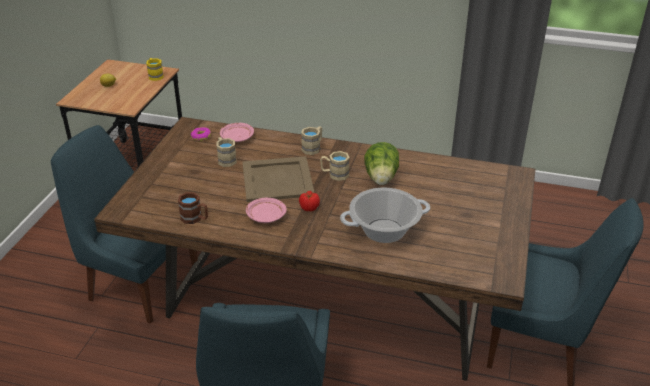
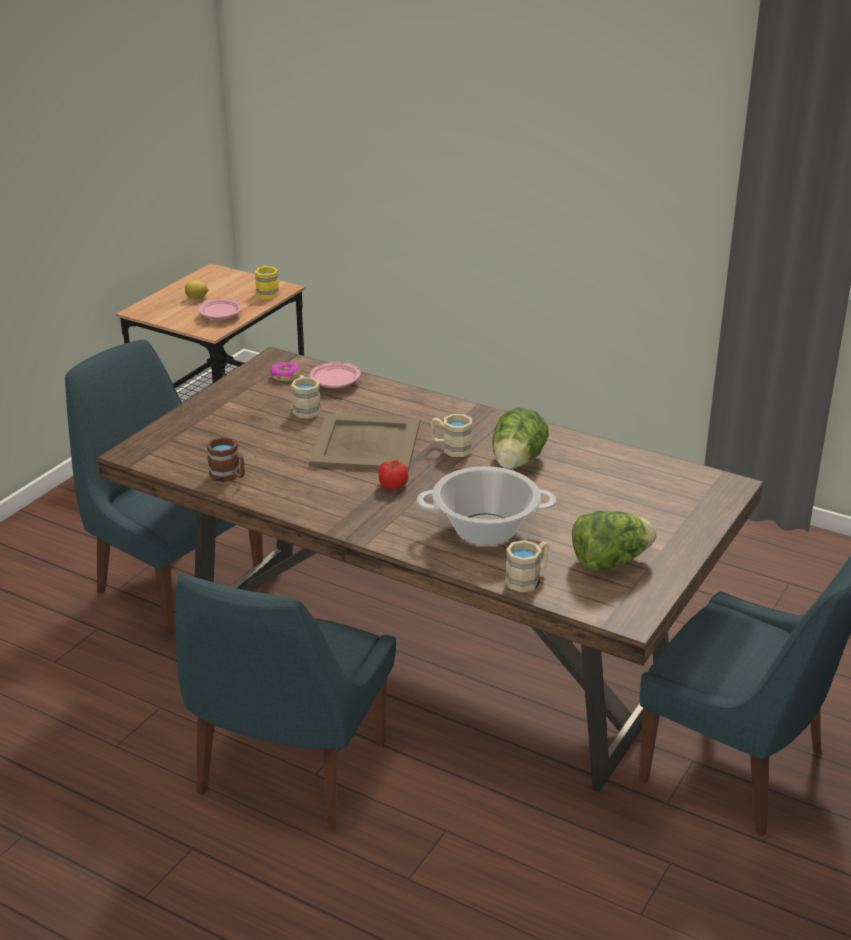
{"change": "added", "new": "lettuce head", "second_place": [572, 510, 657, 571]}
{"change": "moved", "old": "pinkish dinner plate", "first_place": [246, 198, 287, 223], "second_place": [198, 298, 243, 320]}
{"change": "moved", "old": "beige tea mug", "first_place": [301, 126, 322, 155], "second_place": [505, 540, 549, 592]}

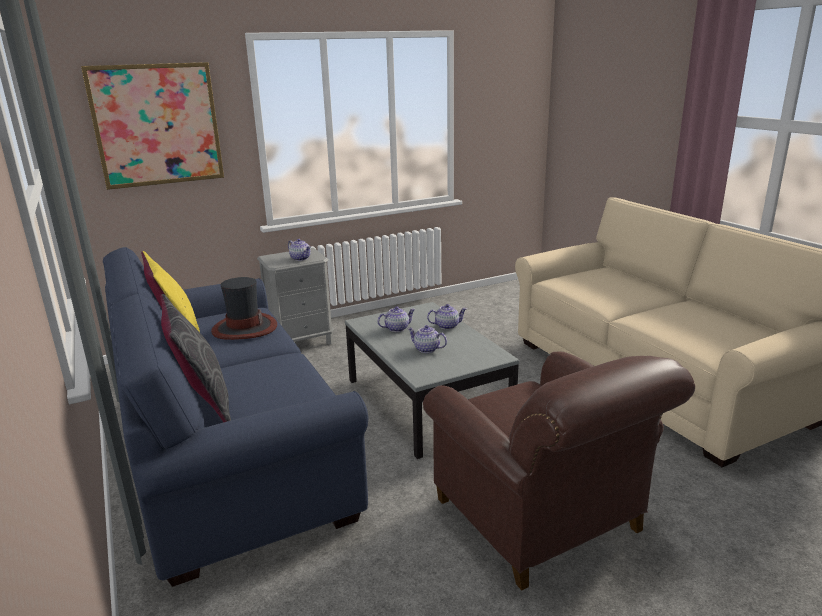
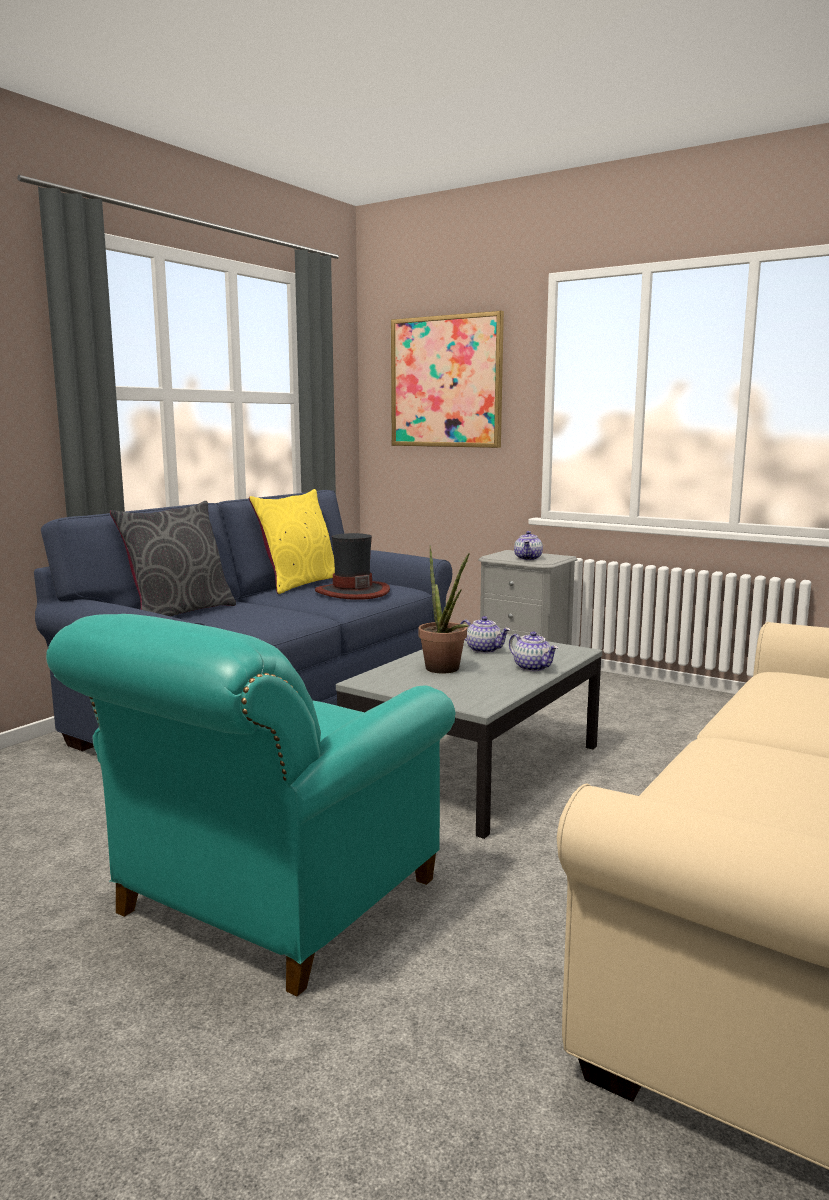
{"change": "replaced", "old": "teapot", "new": "plant in a pot", "first_place": [407, 325, 447, 353], "second_place": [418, 545, 470, 673]}
{"change": "recoloured", "old": "brown easy chair", "new": "turquoise-coloured easy chair", "first_place": [423, 352, 695, 590], "second_place": [46, 614, 456, 997]}

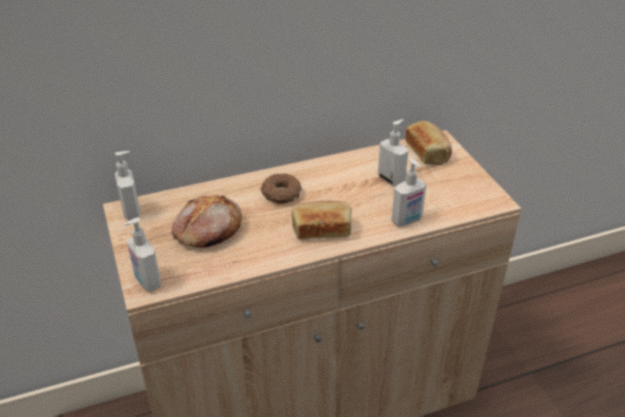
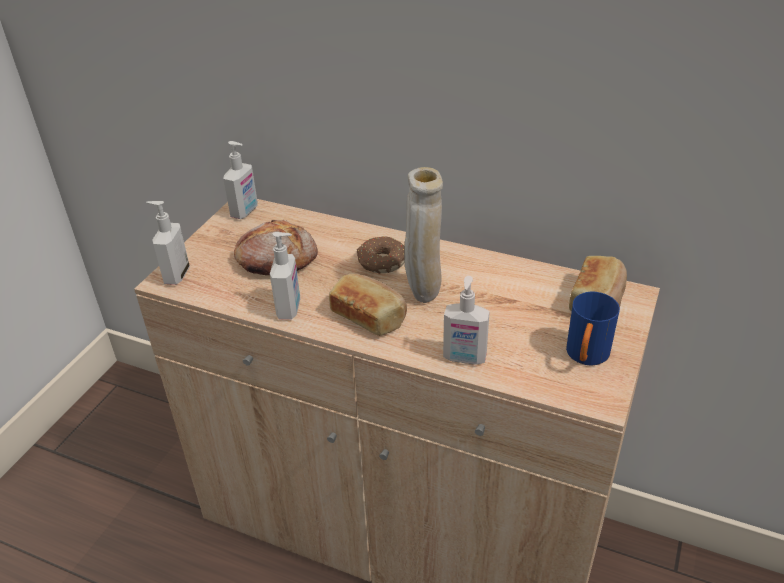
{"change": "added", "new": "beige flower vase", "second_place": [404, 167, 443, 303]}
{"change": "added", "new": "bluish tea mug", "second_place": [566, 292, 620, 366]}
{"change": "moved", "old": "soap bottle", "first_place": [378, 119, 408, 186], "second_place": [270, 232, 300, 319]}

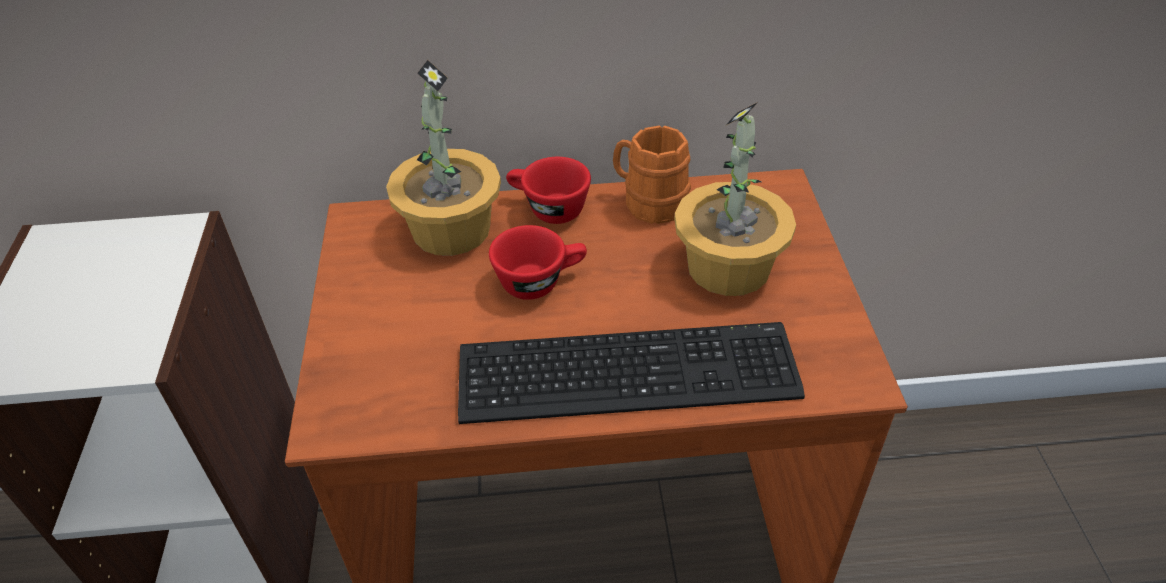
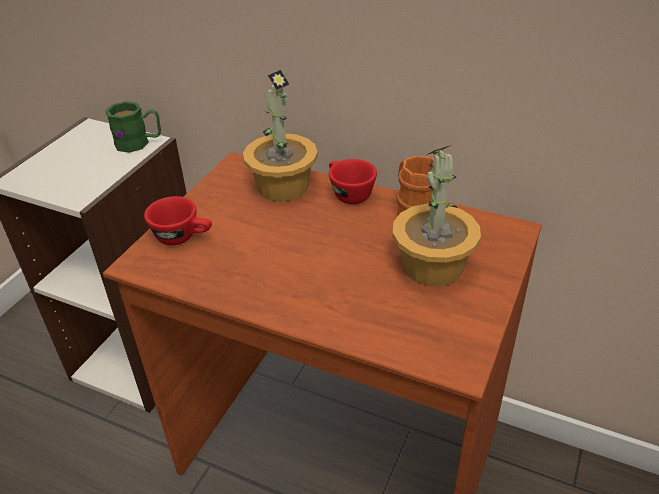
{"change": "removed", "old": "PC keyboard", "first_place": [458, 322, 805, 424]}
{"change": "added", "new": "green-coloured tea mug", "second_place": [105, 101, 161, 153]}
{"change": "moved", "old": "reddish small cup", "first_place": [489, 225, 587, 300], "second_place": [144, 196, 212, 245]}

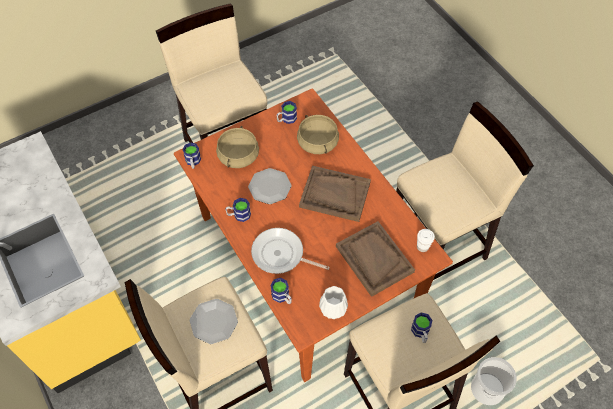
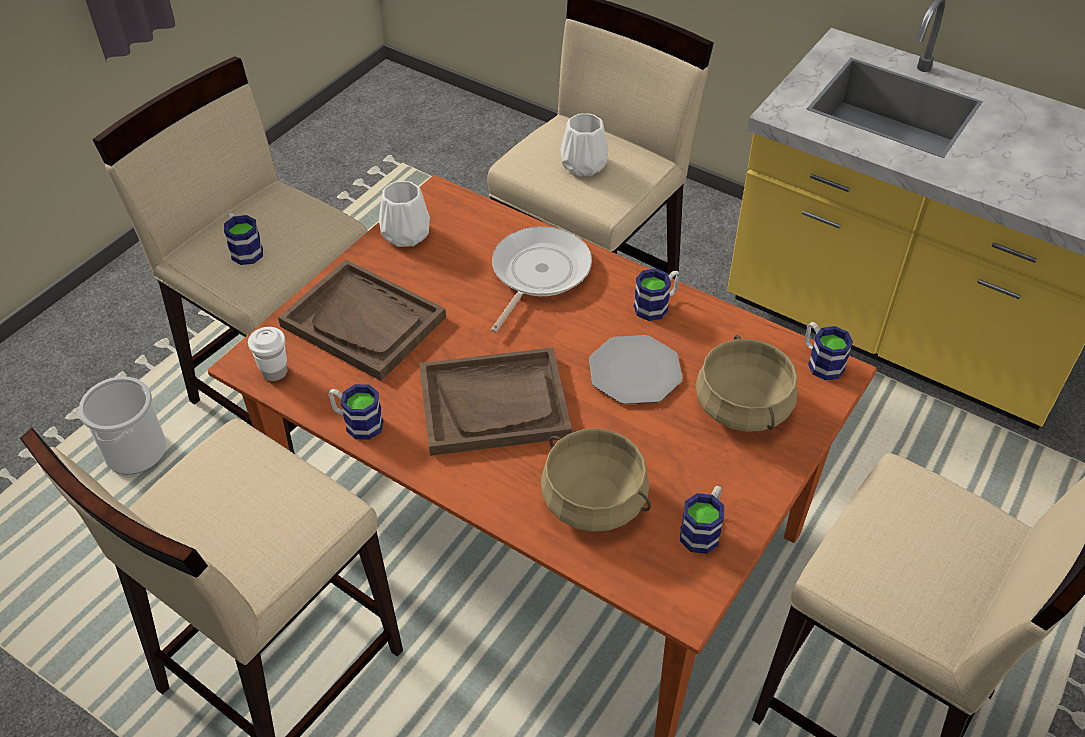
{"change": "moved", "old": "tea mug", "first_place": [270, 278, 292, 304], "second_place": [329, 384, 383, 440]}
{"change": "replaced", "old": "dinner plate", "new": "white flower vase", "first_place": [190, 299, 238, 344], "second_place": [561, 113, 608, 176]}
{"change": "turned", "old": "pan", "first_place": [251, 228, 330, 274], "second_place": [491, 226, 592, 333], "degrees": -60}

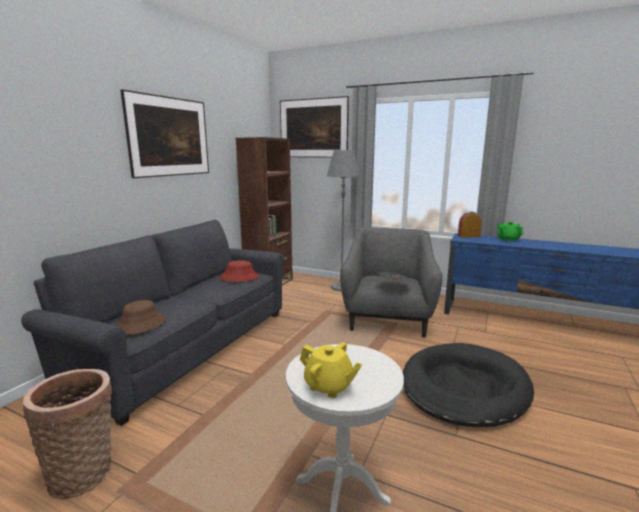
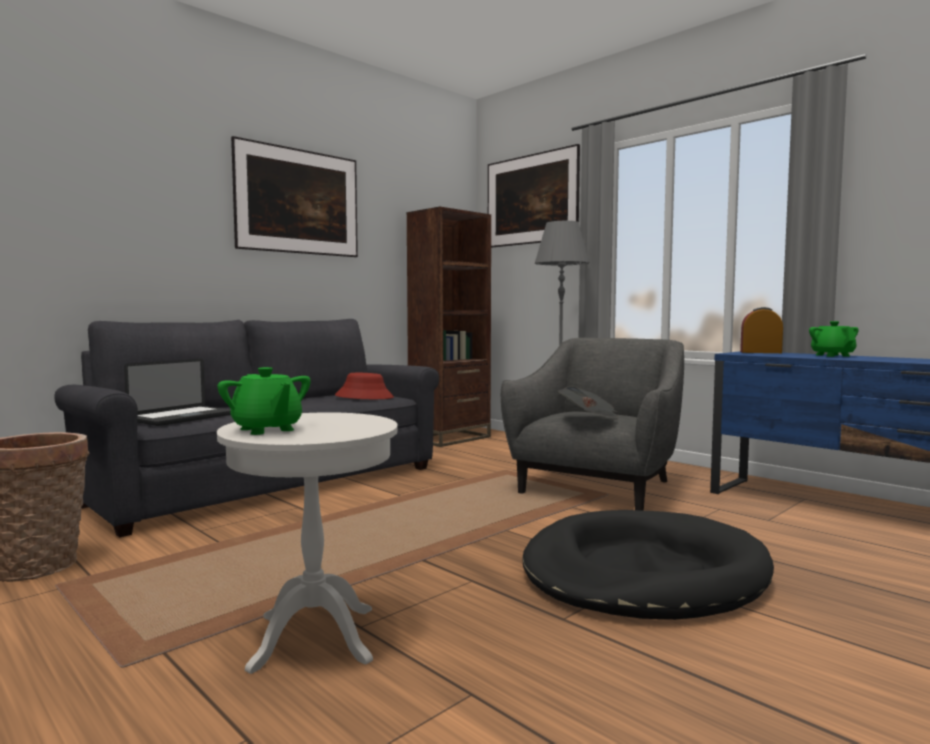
{"change": "replaced", "old": "brown wearable hat", "new": "laptop", "first_place": [116, 300, 165, 335], "second_place": [124, 359, 231, 426]}
{"change": "recoloured", "old": "yellow teapot", "new": "green-coloured teapot", "first_place": [300, 342, 362, 398], "second_place": [217, 367, 311, 435]}

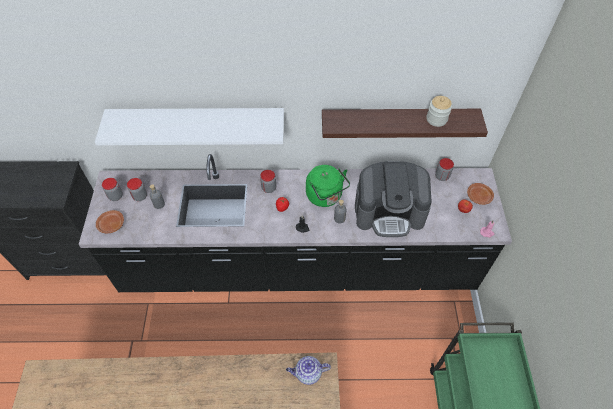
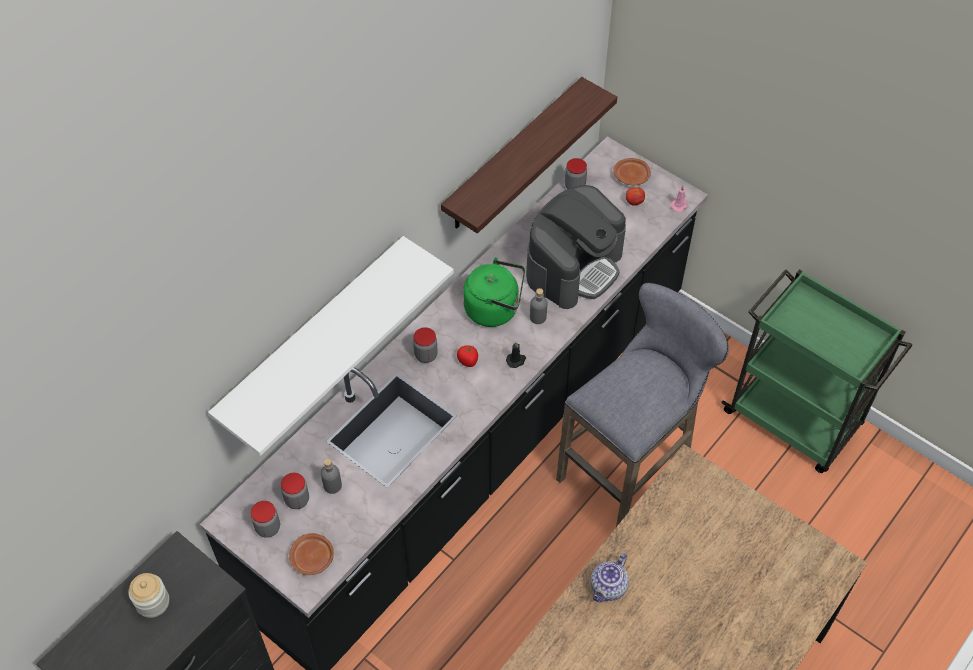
{"change": "added", "new": "greyish stool seat", "second_place": [556, 283, 729, 527]}
{"change": "moved", "old": "teapot", "first_place": [286, 356, 331, 385], "second_place": [591, 553, 629, 602]}
{"change": "moved", "old": "storage jar", "first_place": [427, 96, 452, 127], "second_place": [128, 573, 169, 618]}

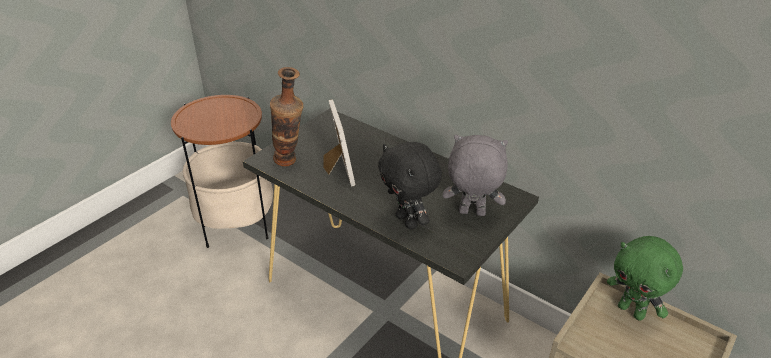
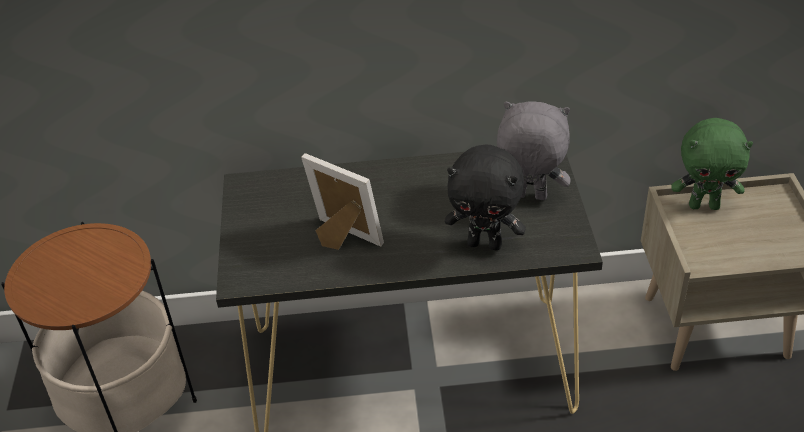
{"change": "removed", "old": "flower vase", "first_place": [270, 67, 303, 166]}
{"change": "turned", "old": "greyish plush toy", "first_place": [443, 135, 508, 216], "second_place": [497, 101, 571, 200], "degrees": 45}

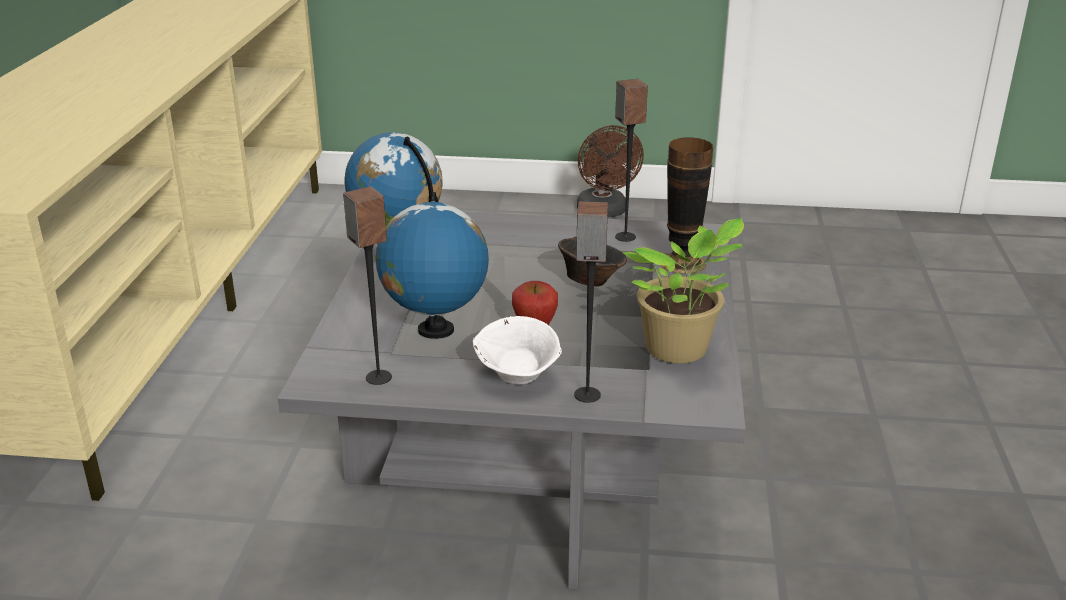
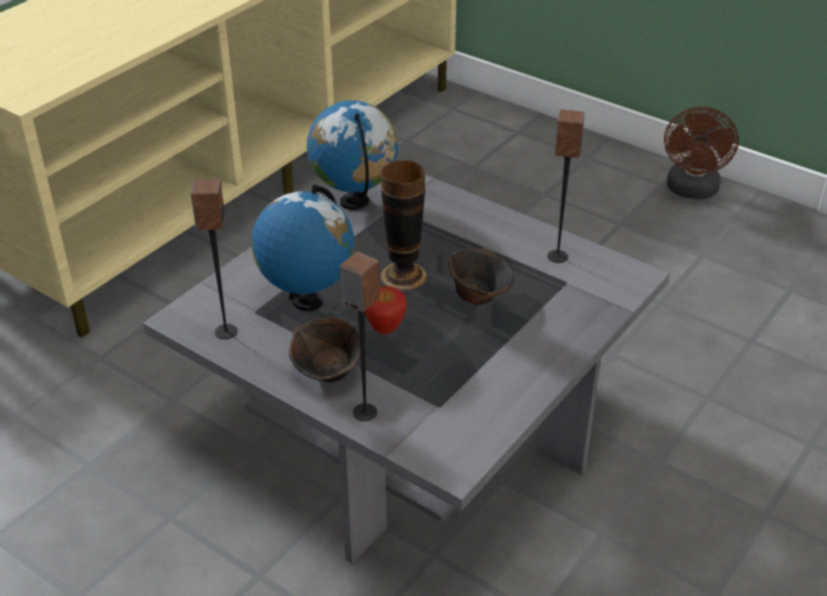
{"change": "removed", "old": "plant in a pot", "first_place": [622, 217, 744, 364]}
{"change": "moved", "old": "flower vase", "first_place": [660, 137, 713, 274], "second_place": [381, 160, 427, 290]}
{"change": "recoloured", "old": "white serving bowl", "new": "brown serving bowl", "first_place": [473, 316, 562, 384], "second_place": [289, 317, 361, 382]}

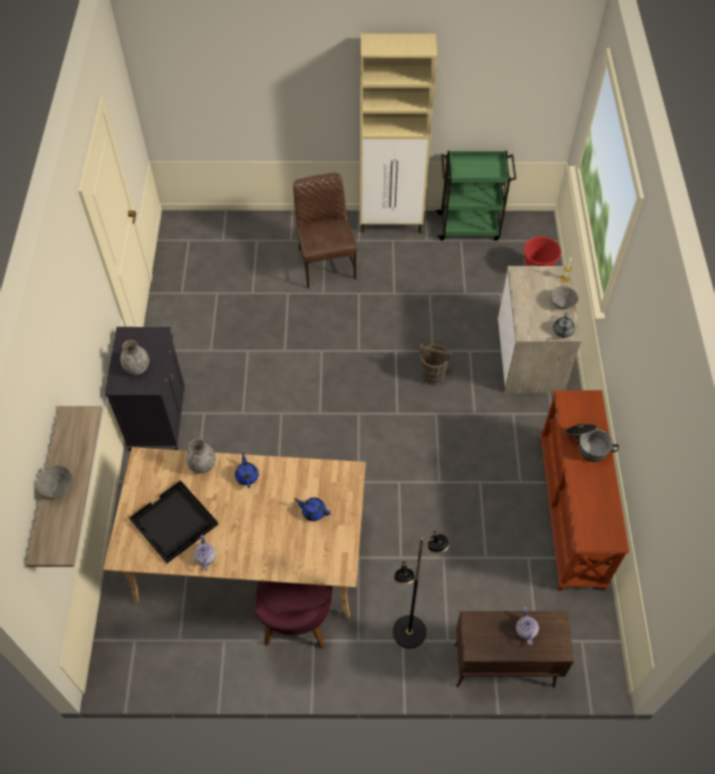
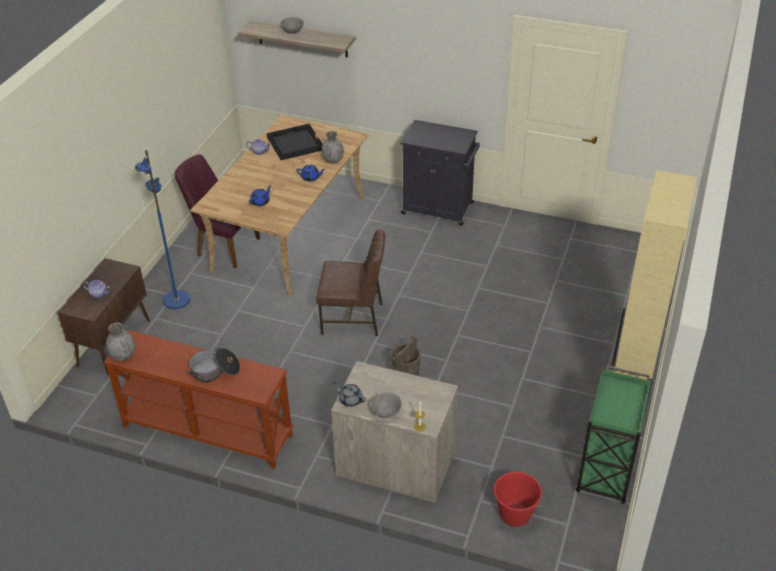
{"change": "moved", "old": "greyish flower vase", "first_place": [120, 340, 149, 375], "second_place": [106, 322, 135, 361]}
{"change": "moved", "old": "brown upright chair", "first_place": [293, 173, 357, 288], "second_place": [316, 229, 385, 336]}
{"change": "recoloured", "old": "blackish standard lamp", "new": "bluish standard lamp", "first_place": [393, 531, 450, 649], "second_place": [135, 149, 191, 309]}

